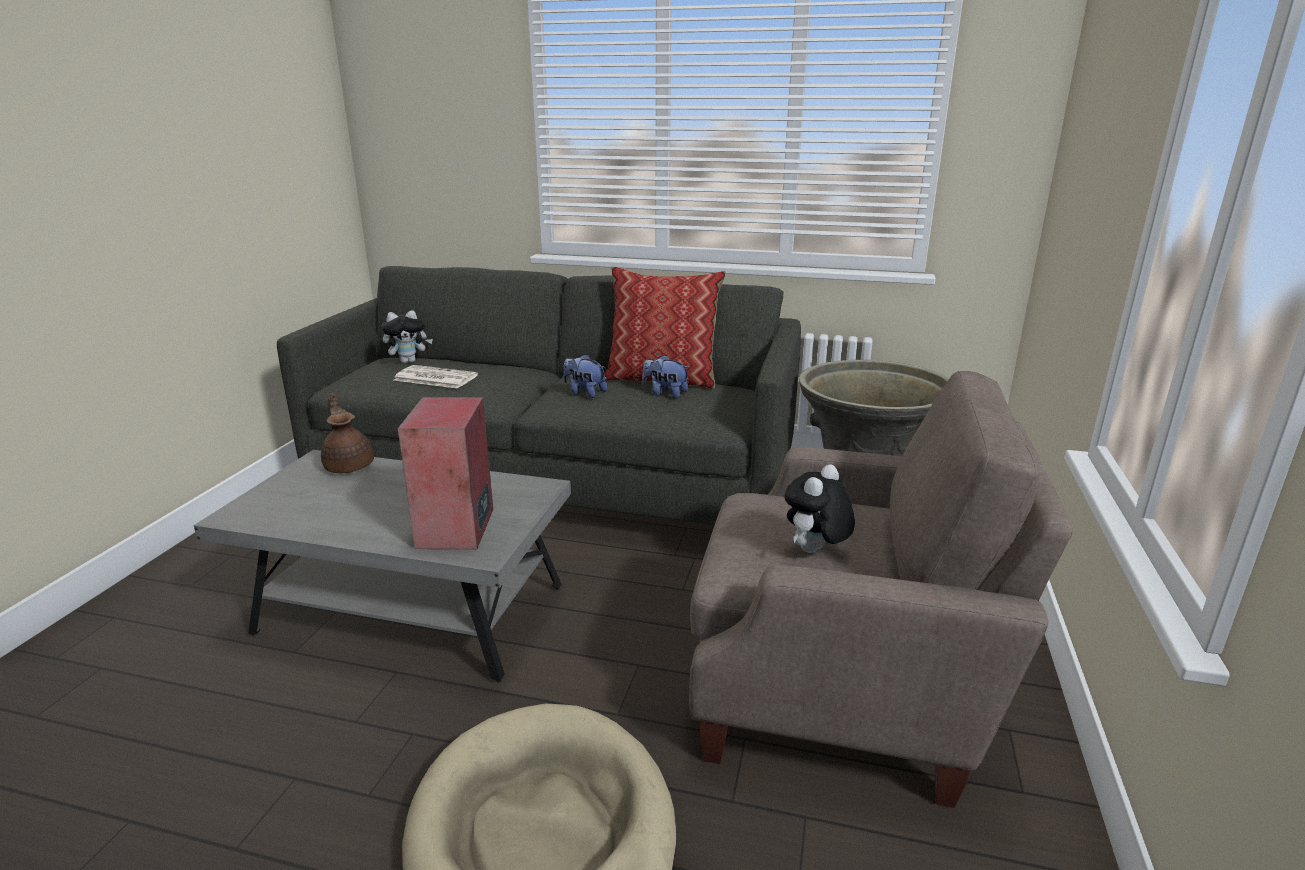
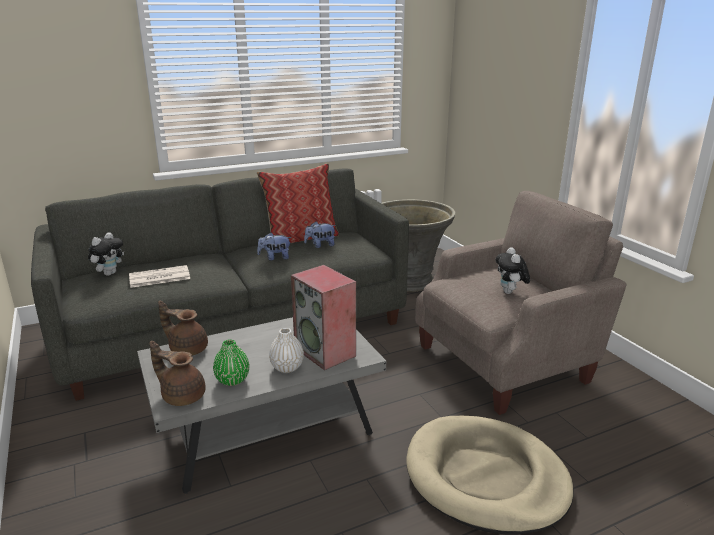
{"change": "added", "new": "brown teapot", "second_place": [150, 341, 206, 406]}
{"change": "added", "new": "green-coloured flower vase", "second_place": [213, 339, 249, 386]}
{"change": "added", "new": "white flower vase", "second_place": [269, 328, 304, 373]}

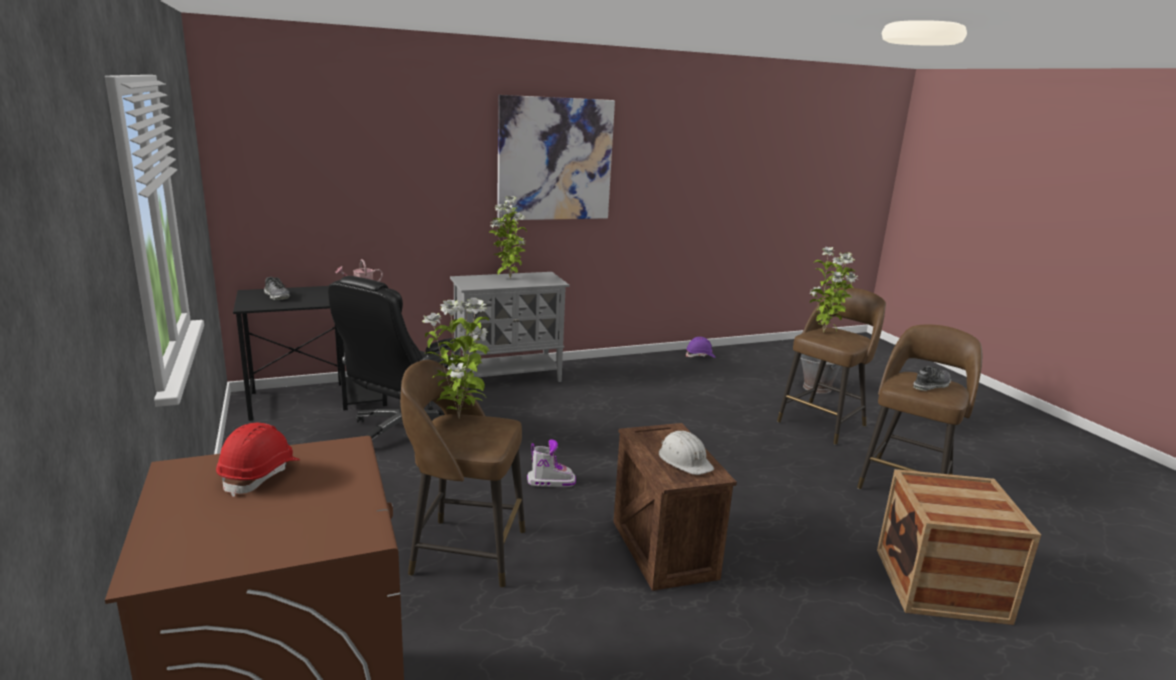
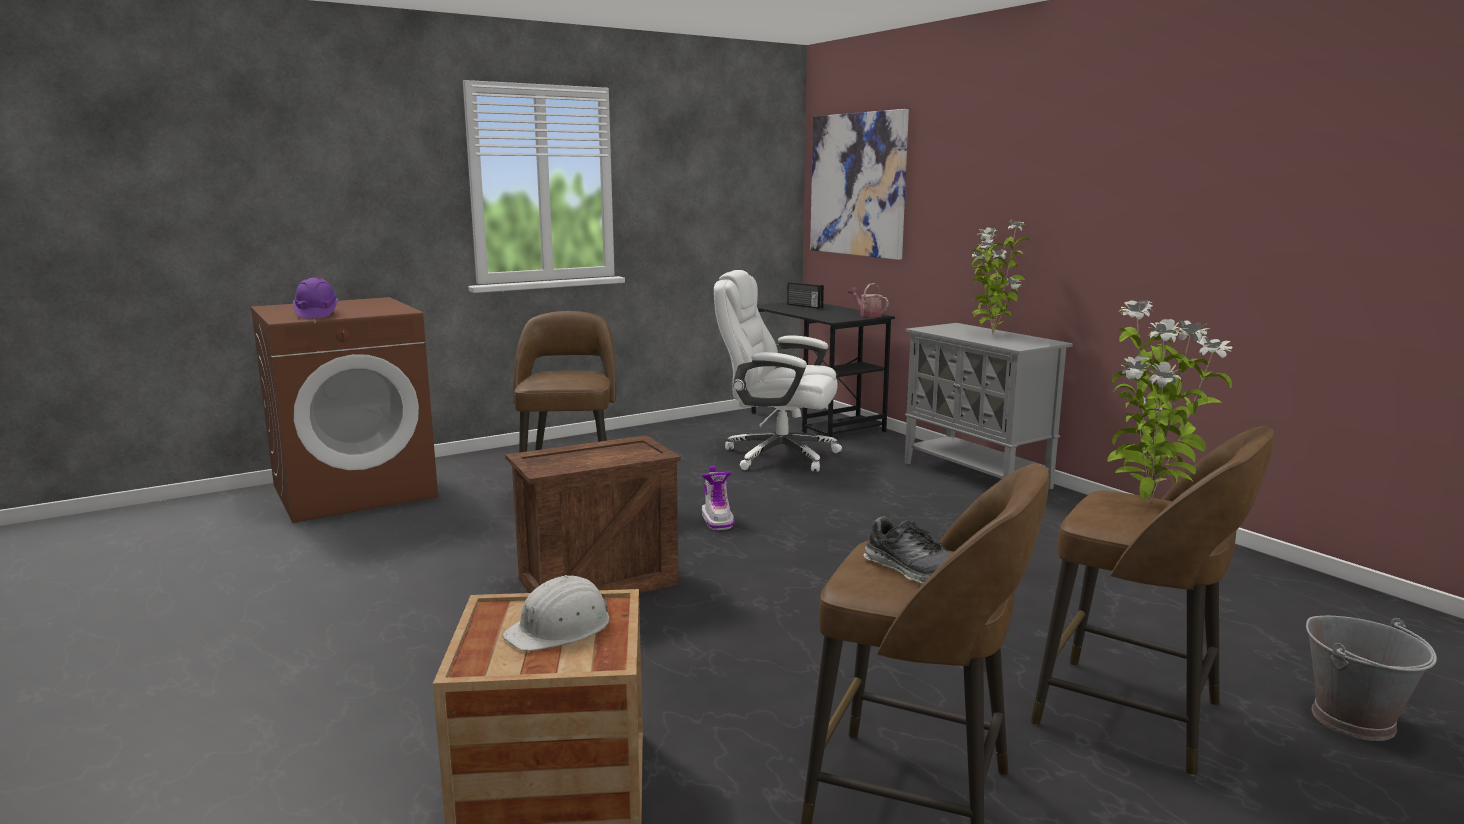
{"change": "removed", "old": "reddish safety helmet", "first_place": [216, 422, 300, 497]}
{"change": "removed", "old": "plant in a pot", "first_place": [422, 298, 489, 419]}
{"change": "moved", "old": "wall art", "first_place": [497, 95, 615, 220], "second_place": [810, 109, 909, 260]}
{"change": "moved", "old": "white safety helmet", "first_place": [659, 431, 714, 475], "second_place": [502, 575, 609, 651]}
{"change": "moved", "old": "purple-coloured safety helmet", "first_place": [686, 337, 715, 358], "second_place": [293, 278, 338, 318]}
{"change": "replaced", "old": "low shoe", "new": "radio receiver", "first_place": [264, 277, 290, 300], "second_place": [787, 282, 824, 309]}
{"change": "recoloured", "old": "blackish desk chair", "new": "white desk chair", "first_place": [328, 276, 461, 440], "second_place": [714, 270, 842, 472]}

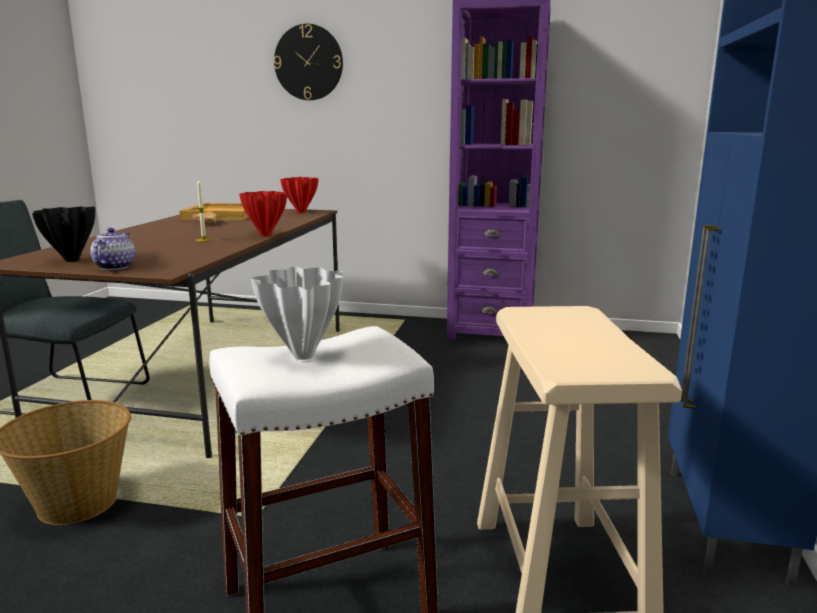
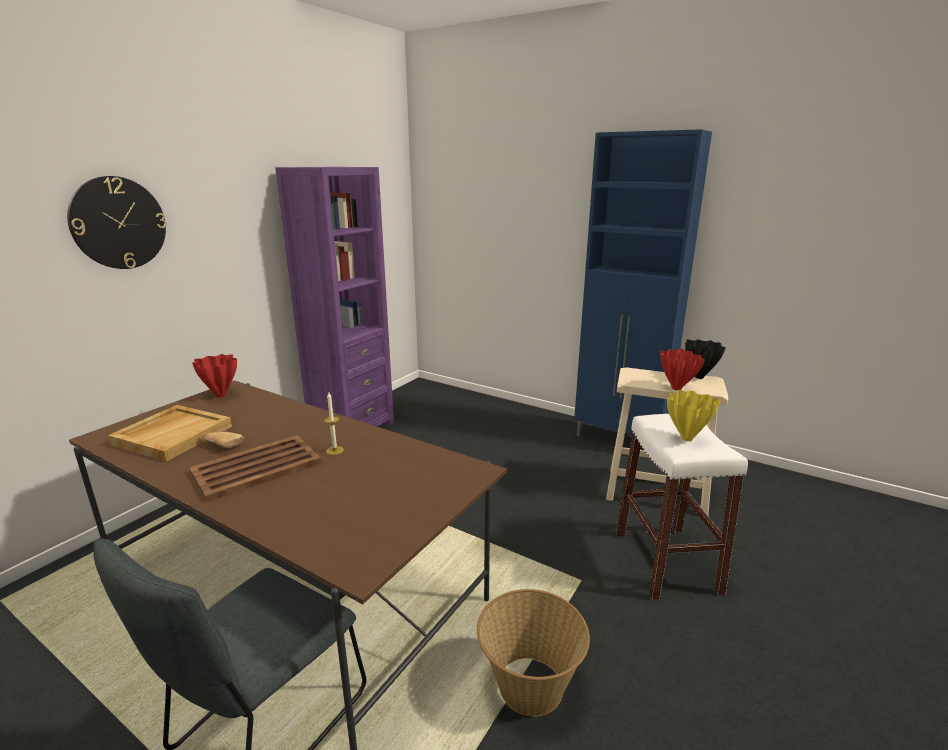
{"change": "removed", "old": "teapot", "first_place": [90, 228, 135, 270]}
{"change": "added", "new": "brown serving tray", "second_place": [189, 435, 322, 502]}
{"change": "moved", "old": "blackish flower vase", "first_place": [32, 207, 95, 262], "second_place": [685, 340, 726, 379]}
{"change": "moved", "old": "reddish flower vase", "first_place": [239, 191, 287, 236], "second_place": [660, 349, 705, 390]}
{"change": "recoloured", "old": "white flower vase", "new": "yellow flower vase", "first_place": [251, 267, 343, 360], "second_place": [667, 390, 720, 441]}

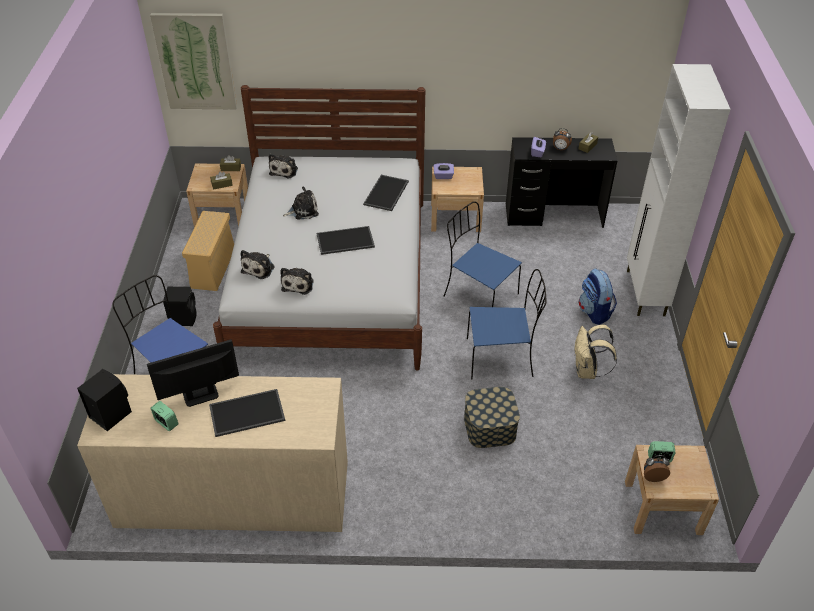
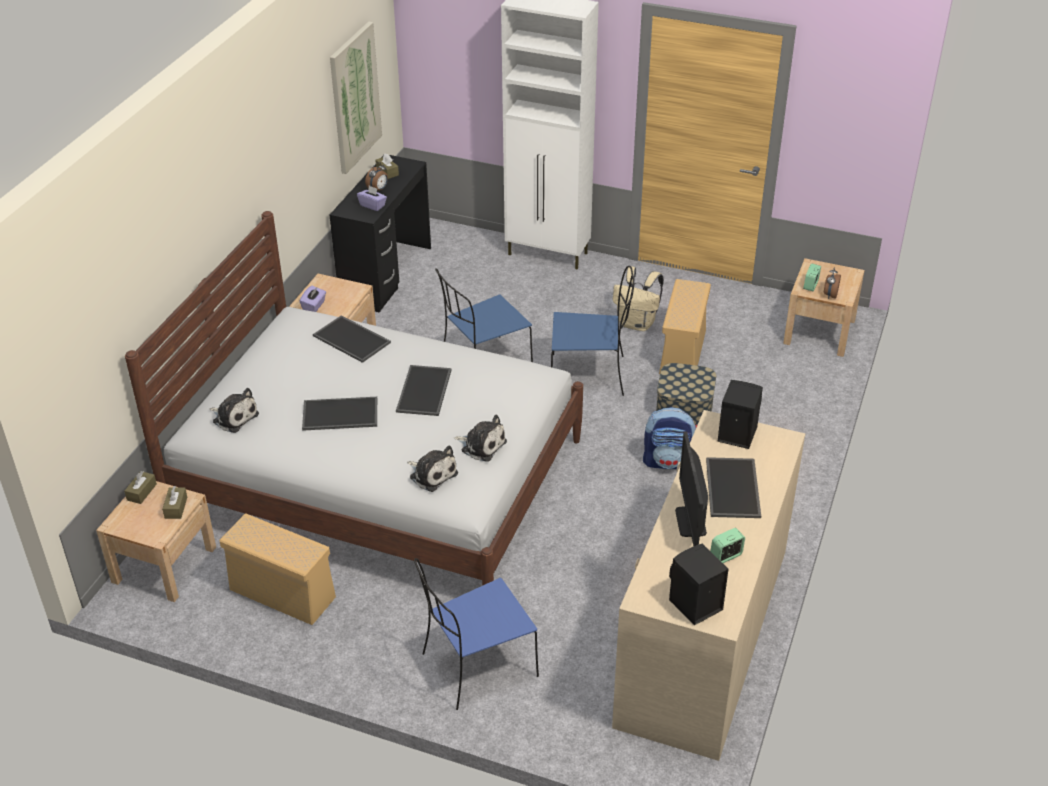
{"change": "added", "new": "beige storage container", "second_place": [659, 279, 711, 374]}
{"change": "moved", "old": "wall art", "first_place": [150, 13, 237, 110], "second_place": [330, 21, 382, 174]}
{"change": "moved", "old": "blackish loudspeaker", "first_place": [163, 287, 197, 326], "second_place": [718, 380, 763, 449]}
{"change": "moved", "old": "rucksack", "first_place": [579, 269, 617, 325], "second_place": [643, 407, 697, 469]}
{"change": "replaced", "old": "plush toy", "new": "serving tray", "first_place": [283, 186, 319, 219], "second_place": [302, 397, 377, 431]}
{"change": "turned", "old": "bluish upright chair", "first_place": [467, 269, 546, 379], "second_place": [551, 266, 634, 396], "degrees": 75}

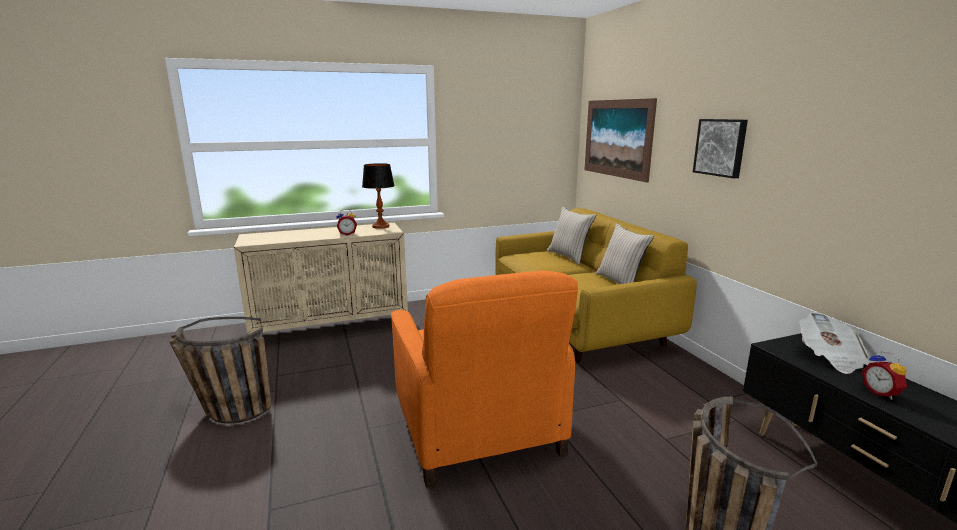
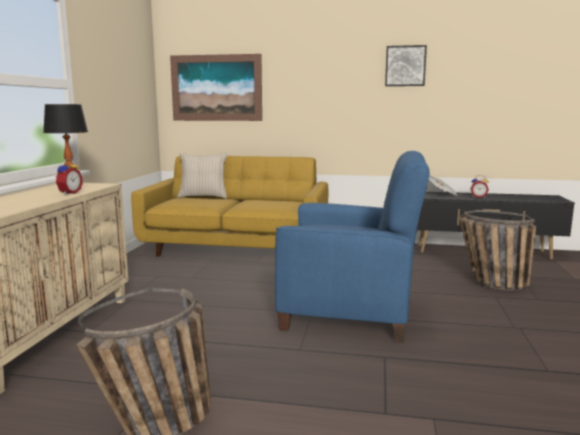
{"change": "removed", "old": "beige throw pillow", "first_place": [596, 223, 654, 284]}
{"change": "moved", "old": "wall art", "first_place": [693, 119, 748, 178], "second_place": [385, 45, 427, 86]}
{"change": "recoloured", "old": "orangey easy chair", "new": "bluish easy chair", "first_place": [391, 271, 578, 488], "second_place": [275, 151, 430, 342]}

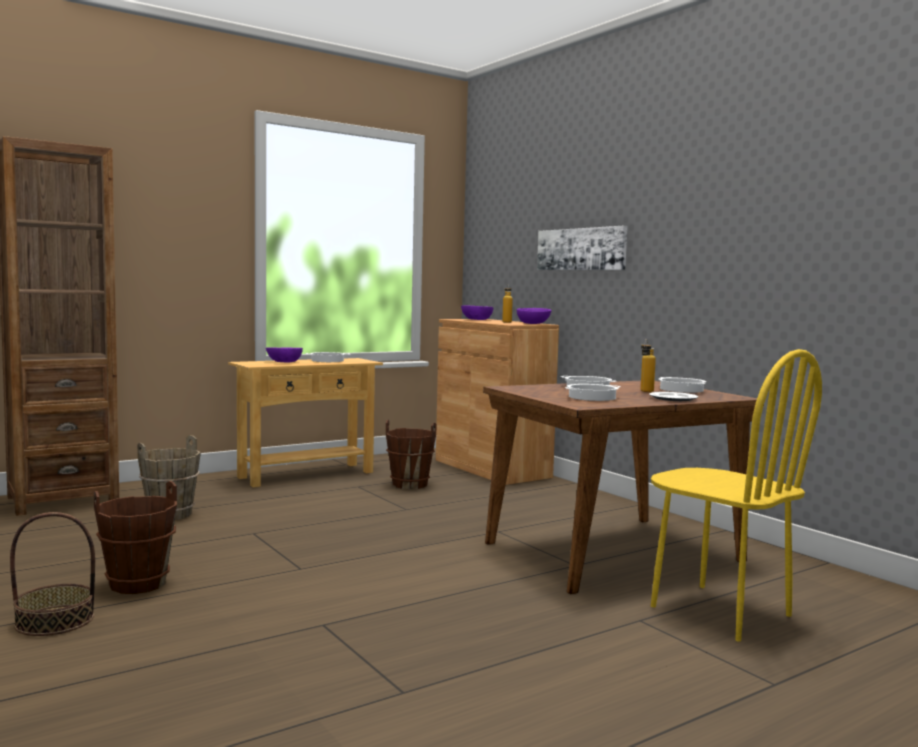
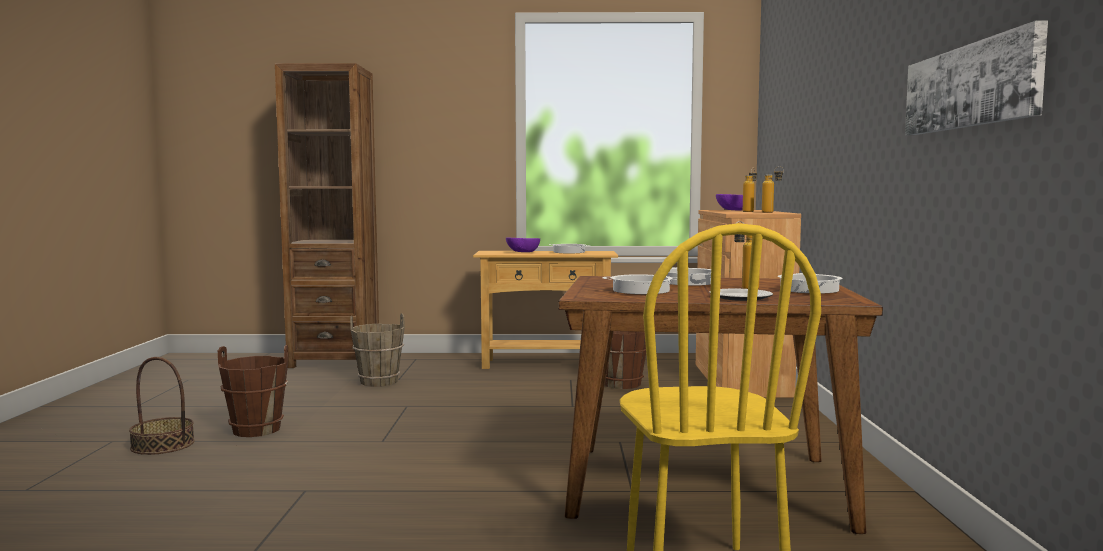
{"change": "moved", "old": "wall art", "first_place": [537, 226, 628, 270], "second_place": [905, 20, 1048, 135]}
{"change": "replaced", "old": "purple-coloured serving bowl", "new": "drink bottle", "first_place": [517, 308, 552, 324], "second_place": [762, 166, 783, 213]}

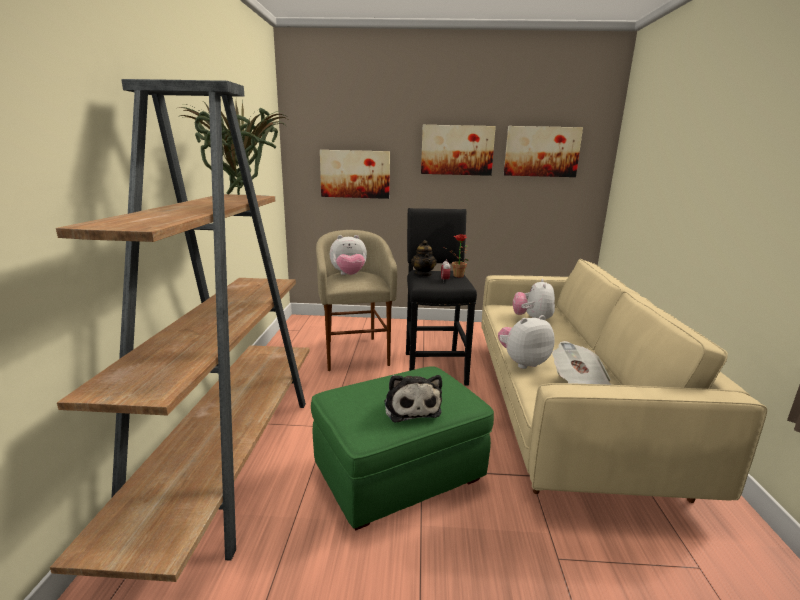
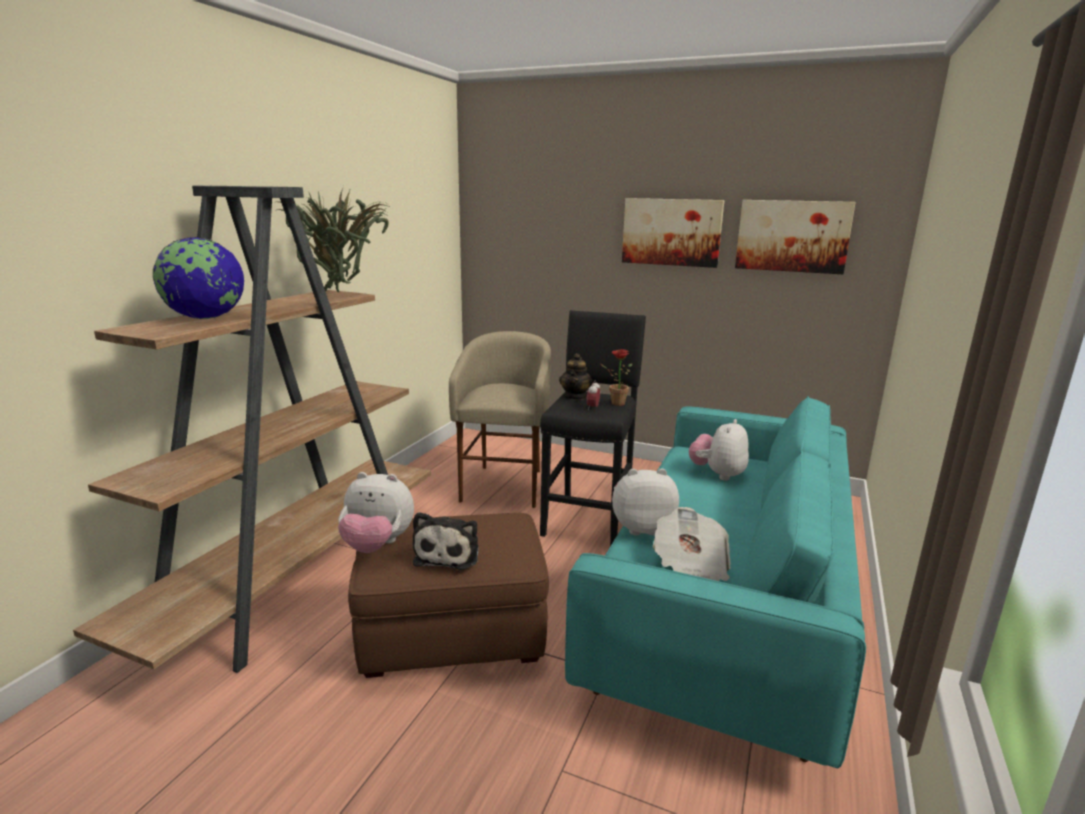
{"change": "removed", "old": "wall art", "first_place": [320, 150, 390, 199]}
{"change": "added", "new": "globe", "second_place": [153, 237, 244, 319]}
{"change": "moved", "old": "plush toy", "first_place": [330, 235, 367, 275], "second_place": [338, 472, 414, 553]}
{"change": "recoloured", "old": "green-coloured pouffe", "new": "brown pouffe", "first_place": [311, 366, 494, 531], "second_place": [348, 513, 549, 678]}
{"change": "recoloured", "old": "beige sofa", "new": "turquoise-coloured sofa", "first_place": [482, 259, 767, 503], "second_place": [565, 396, 866, 769]}

